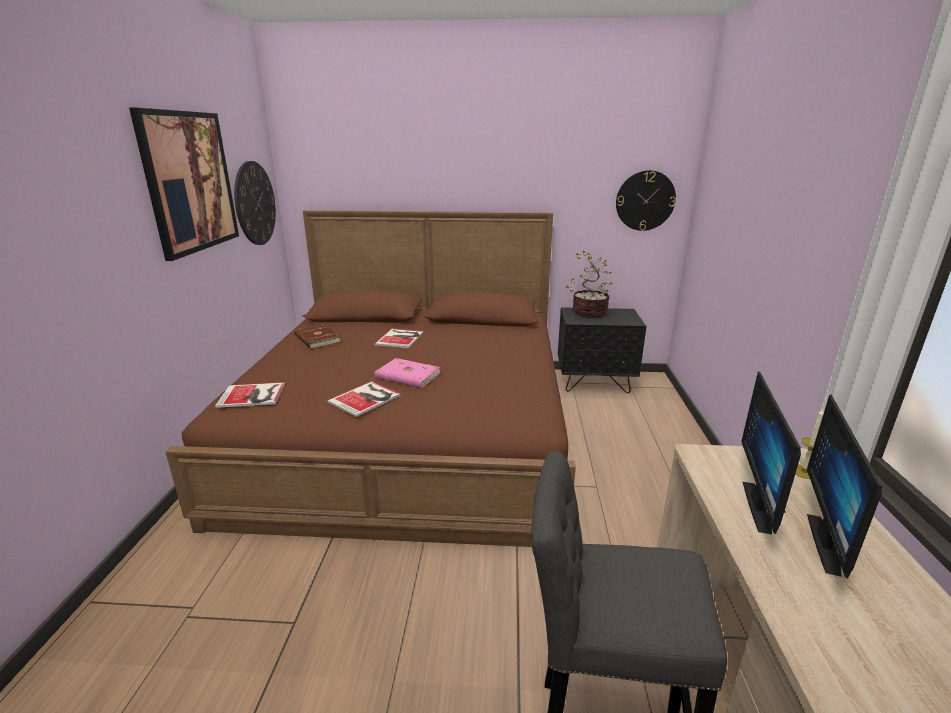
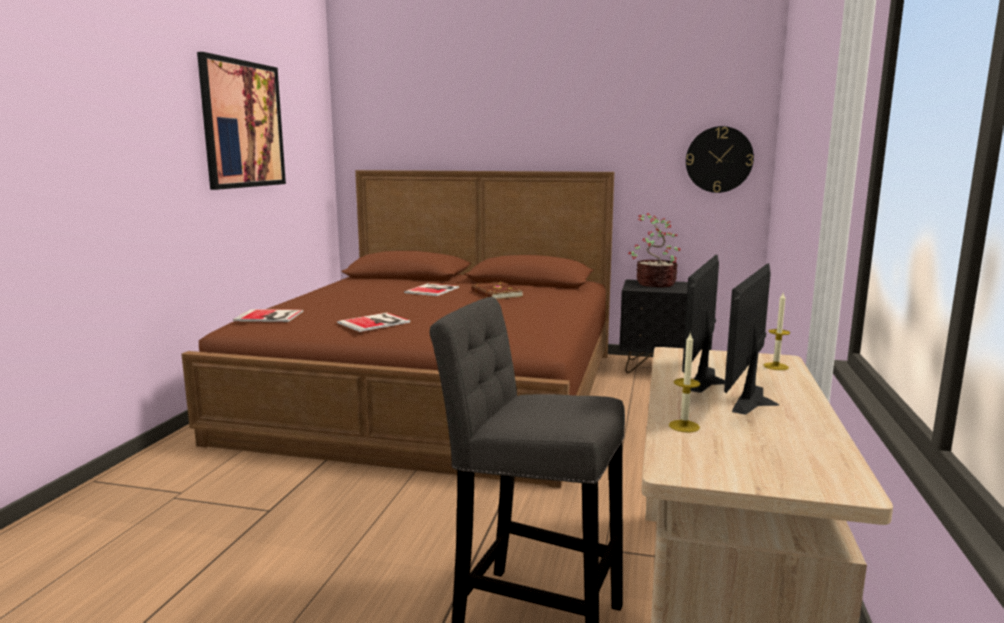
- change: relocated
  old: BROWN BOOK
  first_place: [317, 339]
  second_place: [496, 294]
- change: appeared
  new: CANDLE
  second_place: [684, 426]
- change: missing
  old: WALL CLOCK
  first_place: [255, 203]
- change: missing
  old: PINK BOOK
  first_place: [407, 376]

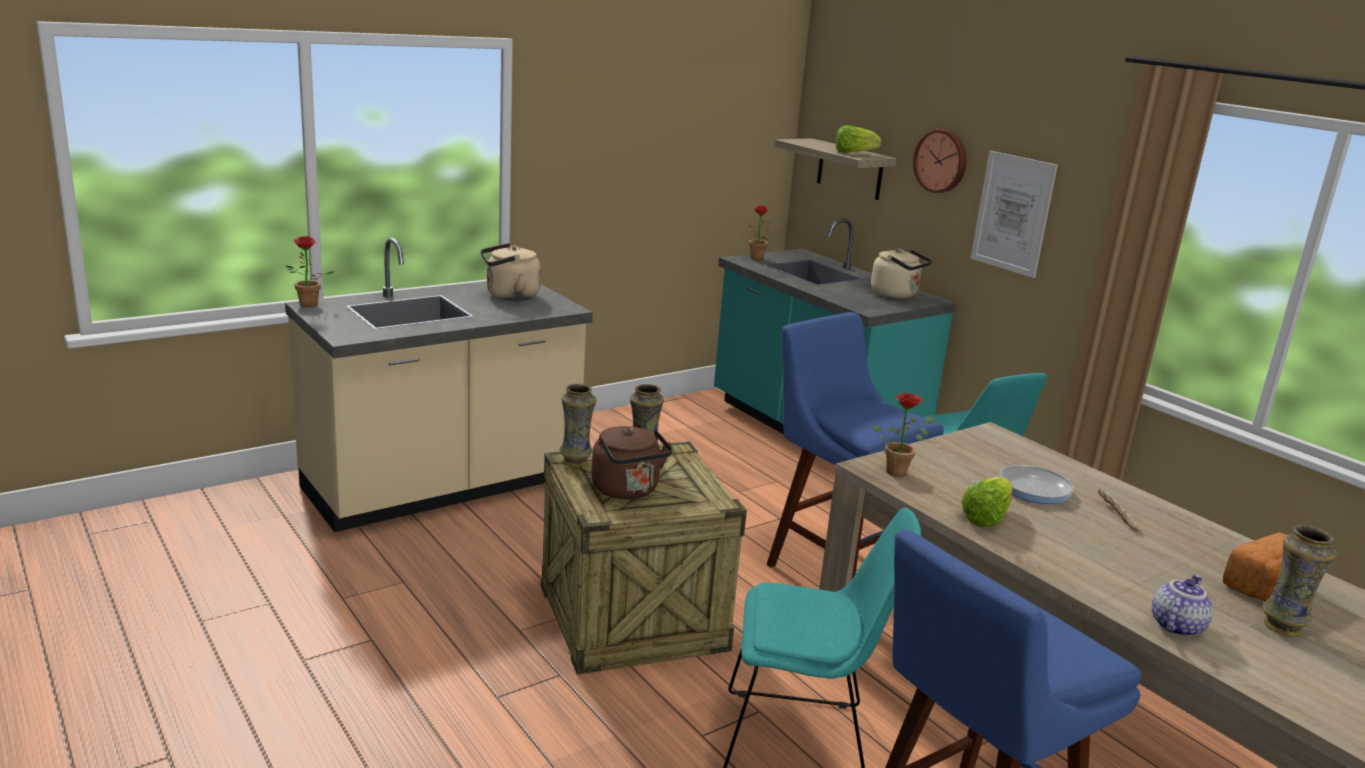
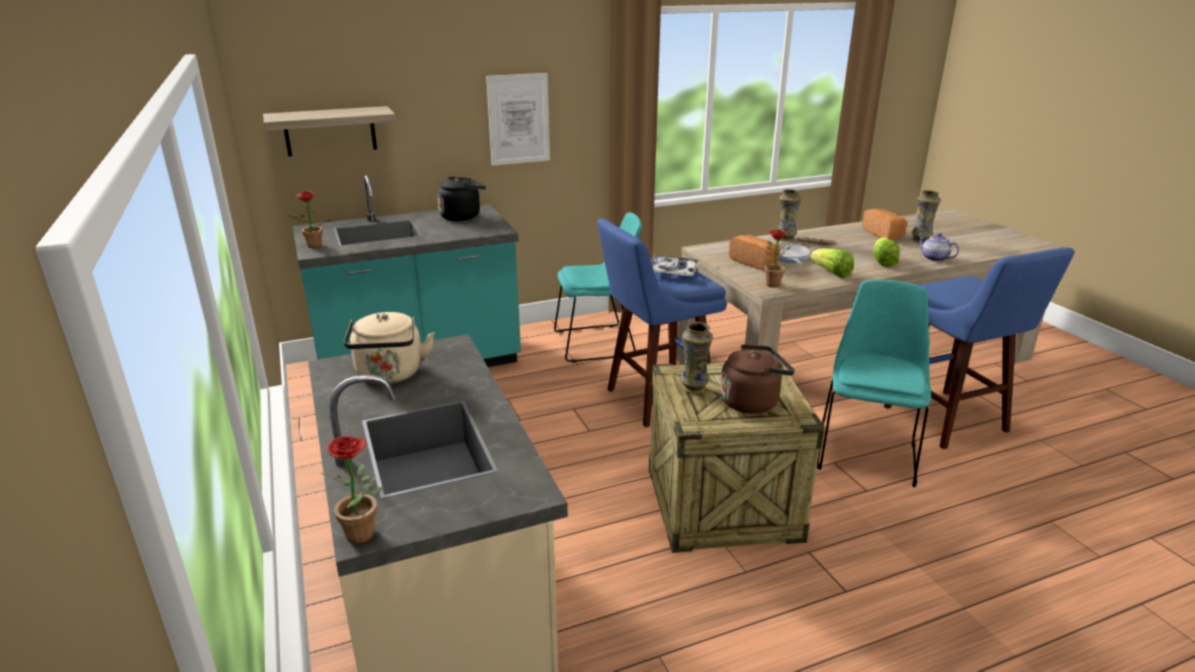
- change: colour
  old: BEIGE KETTLE
  new: BLACK KETTLE
  first_place: [897, 295]
  second_place: [462, 216]
- change: appeared
  new: TRAY
  second_place: [672, 271]
- change: appeared
  new: BREAD
  second_place: [755, 262]
- change: relocated
  old: VASE
  first_place: [576, 461]
  second_place: [785, 239]
- change: relocated
  old: LETTUCE
  first_place: [853, 153]
  second_place: [882, 262]
- change: missing
  old: WALL CLOCK
  first_place: [941, 161]

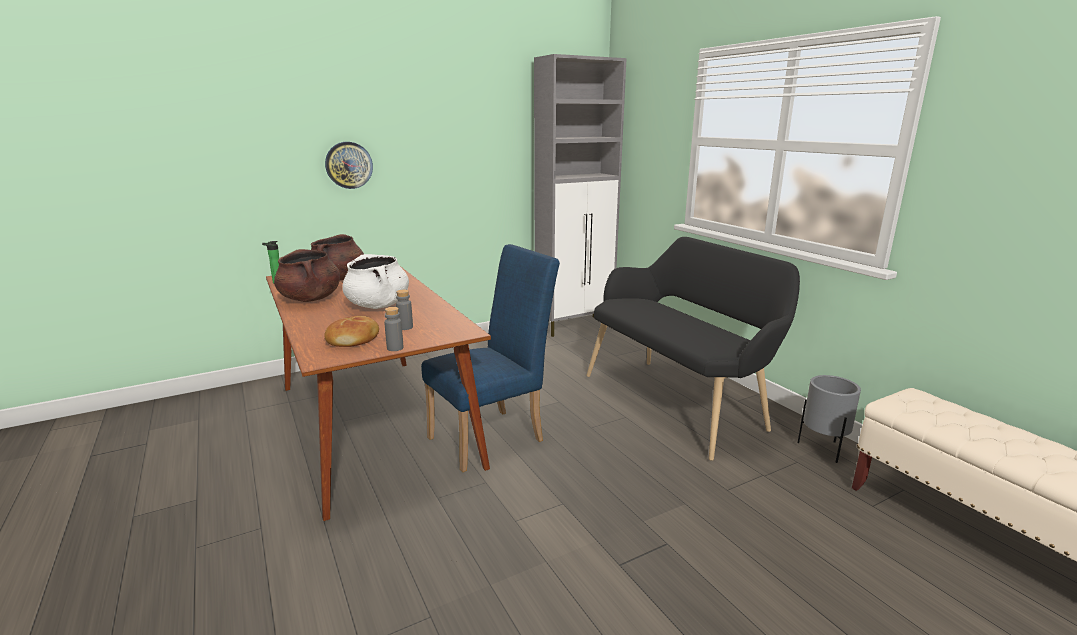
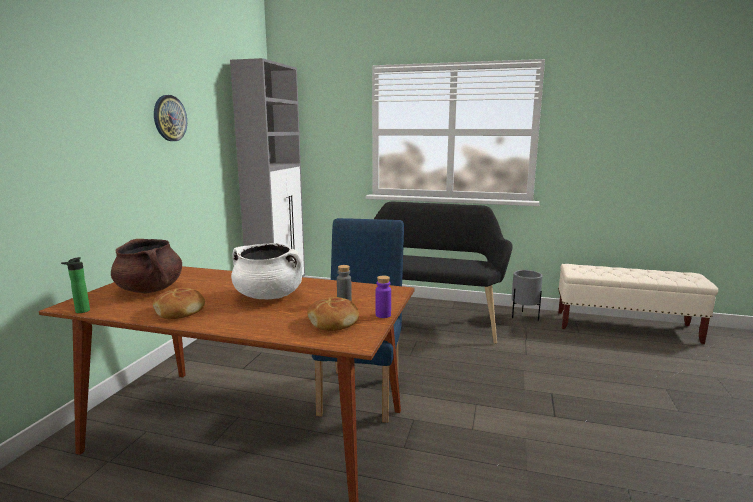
- change: exchanged
  old: BROWN COOKING POT
  new: BREAD
  first_place: [310, 299]
  second_place: [180, 311]
- change: relocated
  old: WALL CLOCK
  first_place: [349, 165]
  second_place: [169, 118]
- change: colour
  old: GREY BOTTLE
  new: PURPLE BOTTLE
  first_place: [395, 348]
  second_place: [383, 315]

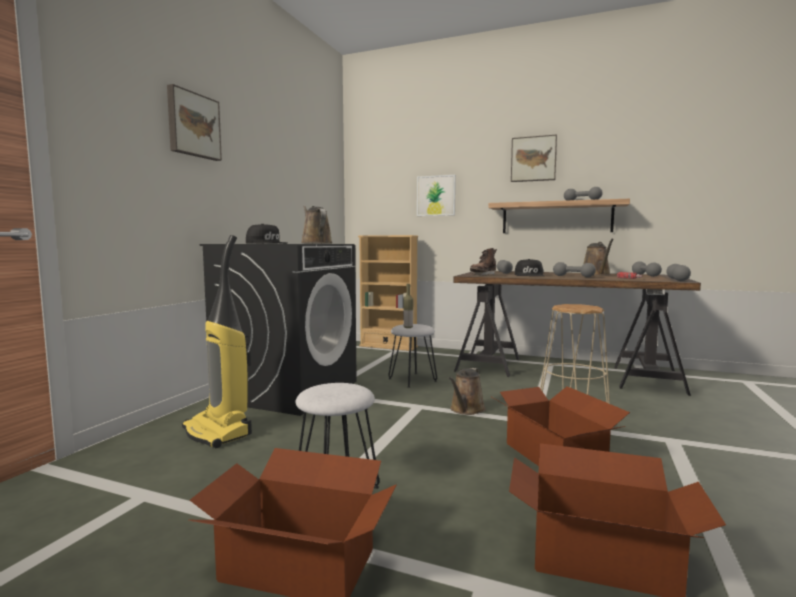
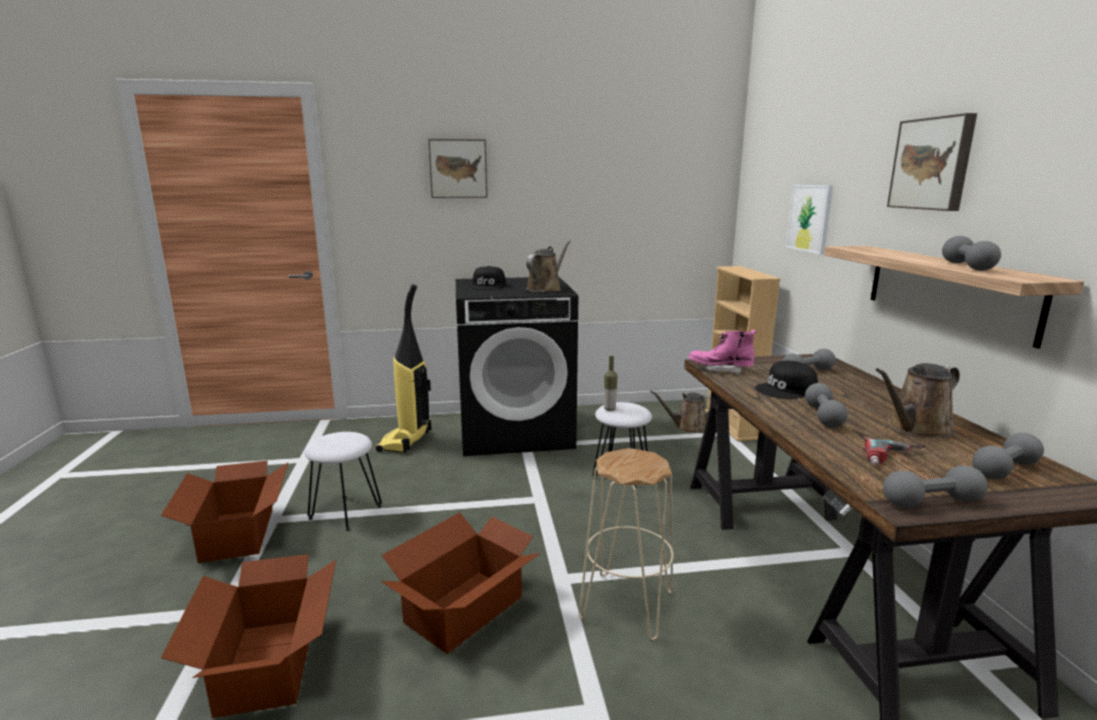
- change: relocated
  old: BROWN WATERING CAN
  first_place: [466, 410]
  second_place: [688, 427]
- change: colour
  old: BROWN BOOT
  new: PINK BOOT
  first_place: [483, 275]
  second_place: [720, 369]

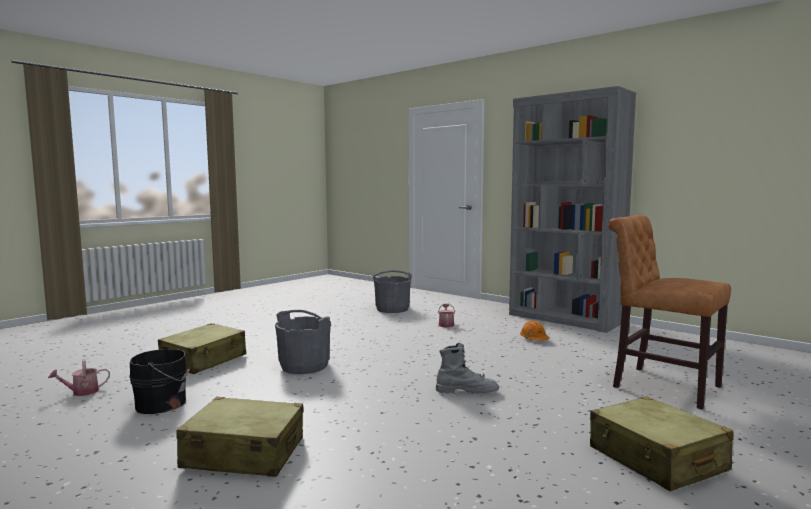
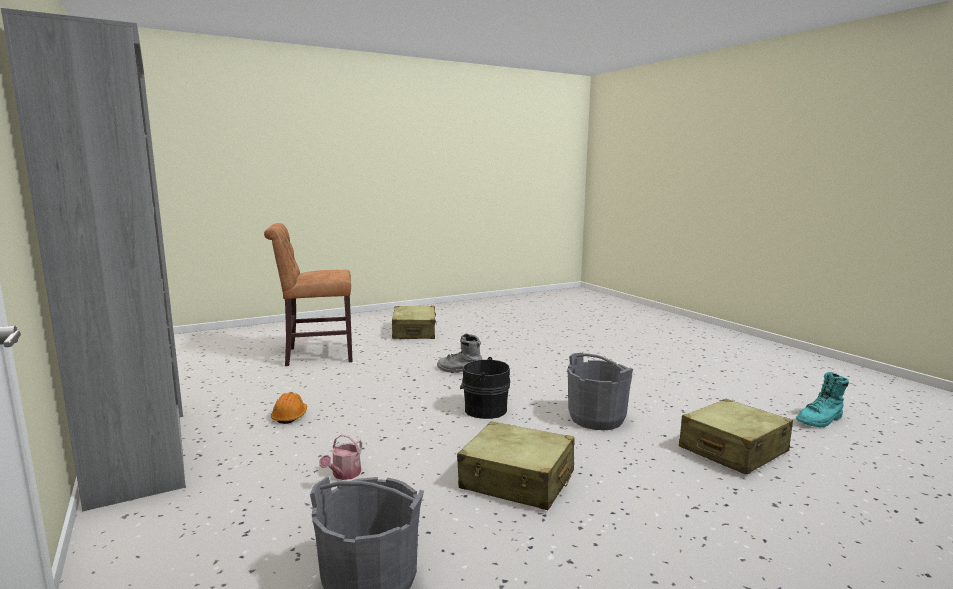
- change: spun
  old: BROWN CHAIR
  first_place: [660, 385]
  second_place: [315, 355]
  degrees: 105
- change: relocated
  old: BEIGE SUITCASE
  first_place: [244, 453]
  second_place: [517, 480]
- change: relocated
  old: BLACK BUCKET
  first_place: [163, 404]
  second_place: [483, 409]
- change: exchanged
  old: WATERING CAN
  new: TURQUOISE BOOT
  first_place: [81, 392]
  second_place: [820, 421]

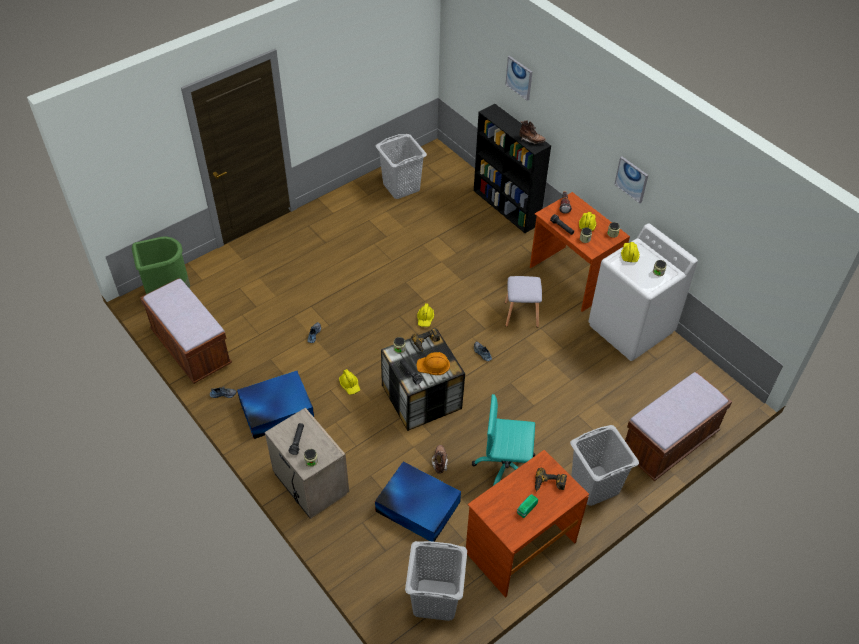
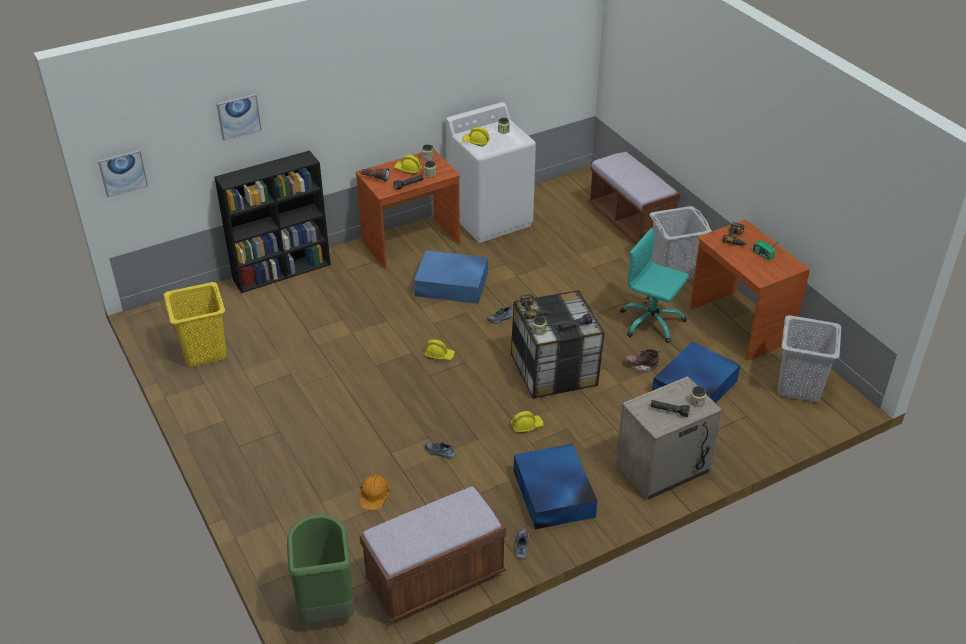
- change: relocated
  old: PICTURE
  first_place: [631, 179]
  second_place: [123, 173]
- change: colour
  old: GREY LAUNDRY BASKET
  new: YELLOW LAUNDRY BASKET
  first_place: [401, 187]
  second_place: [204, 352]
- change: relocated
  old: ORANGE HARD HAT
  first_place: [433, 365]
  second_place: [374, 494]
- change: exchanged
  old: GREY STOOL
  new: BLUE STORAGE BOX
  first_place: [520, 314]
  second_place: [452, 284]
- change: spun
  old: TURQUOISE OFFICE CHAIR
  first_place: [505, 468]
  second_place: [651, 322]
  degrees: 105
- change: missing
  old: BROWN BOOT
  first_place: [531, 140]

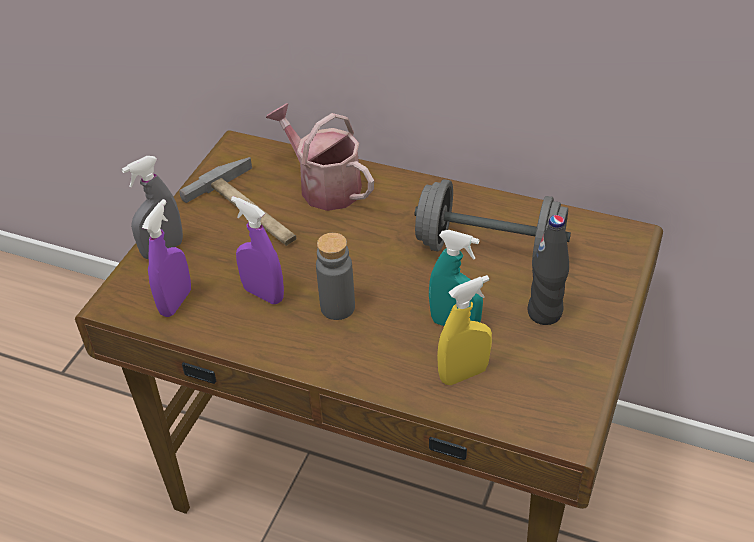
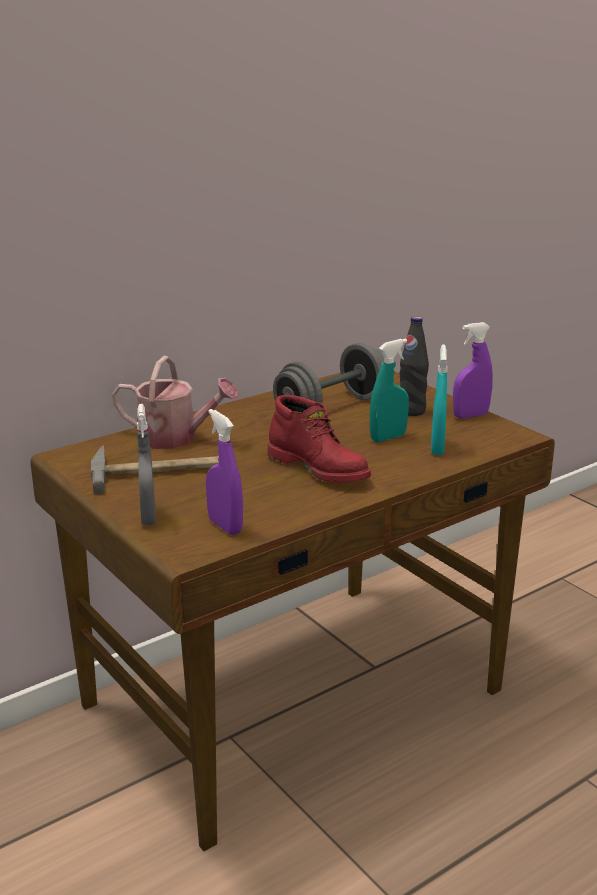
- change: spun
  old: WATERING CAN
  first_place: [324, 186]
  second_place: [175, 438]
  degrees: -150
- change: exchanged
  old: GREY BOTTLE
  new: RED BOOT
  first_place: [337, 307]
  second_place: [319, 468]
- change: colour
  old: YELLOW SPRAY BOTTLE
  new: TURQUOISE SPRAY BOTTLE
  first_place: [463, 374]
  second_place: [437, 448]
- change: relocated
  old: PURPLE SPRAY BOTTLE
  first_place: [263, 294]
  second_place: [470, 416]

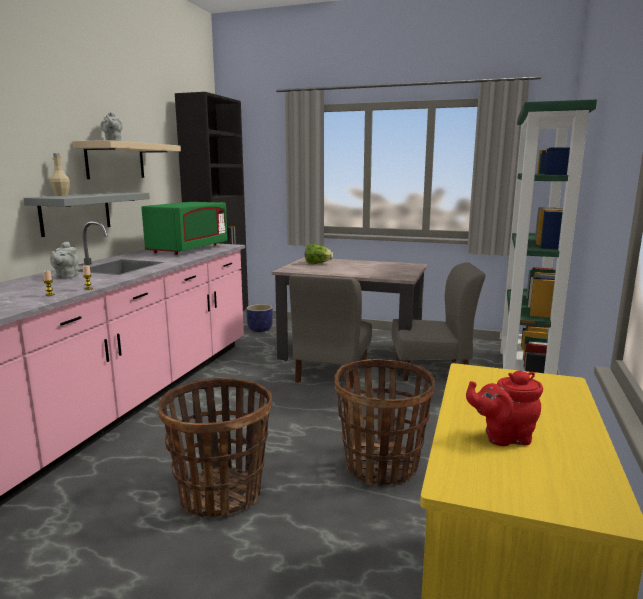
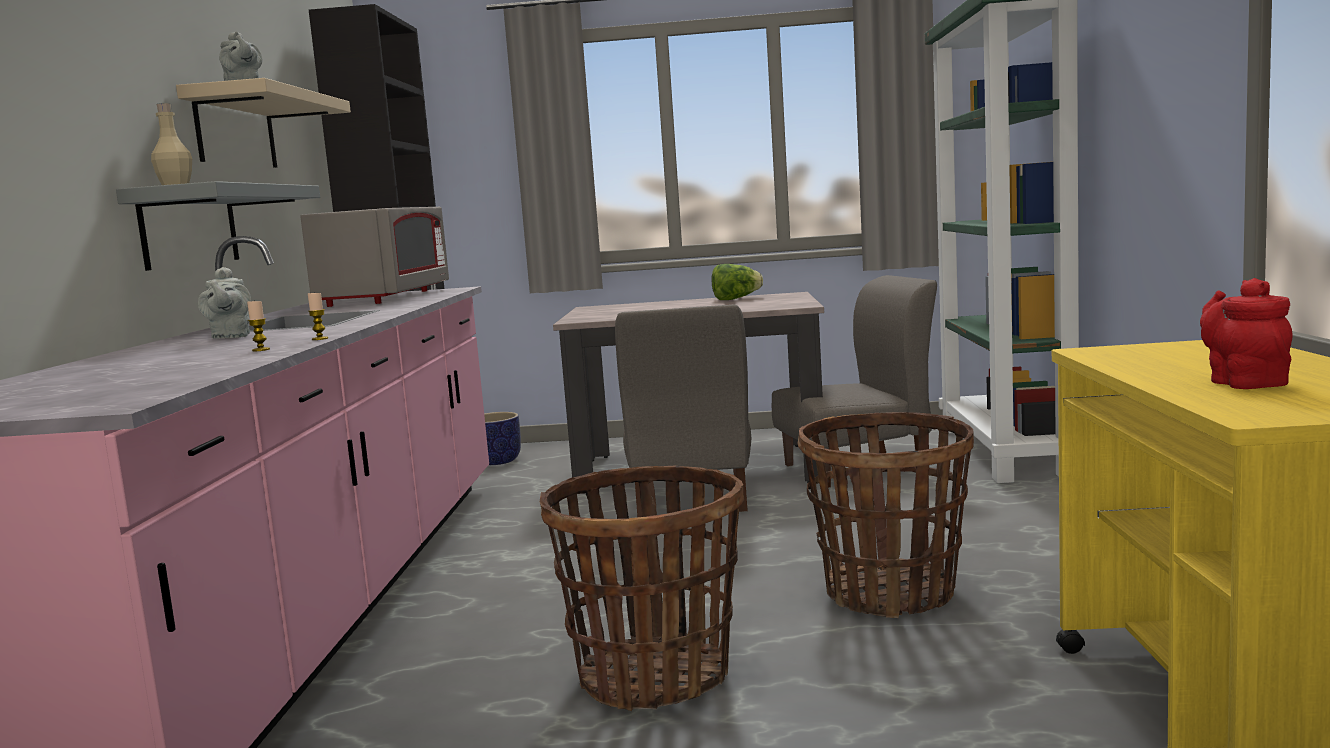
- change: colour
  old: GREEN MICROWAVE
  new: GREY MICROWAVE
  first_place: [188, 249]
  second_place: [386, 298]
- change: relocated
  old: LETTUCE
  first_place: [317, 264]
  second_place: [736, 299]
- change: spun
  old: RED TEAPOT
  first_place: [503, 437]
  second_place: [1243, 382]
  degrees: 105

